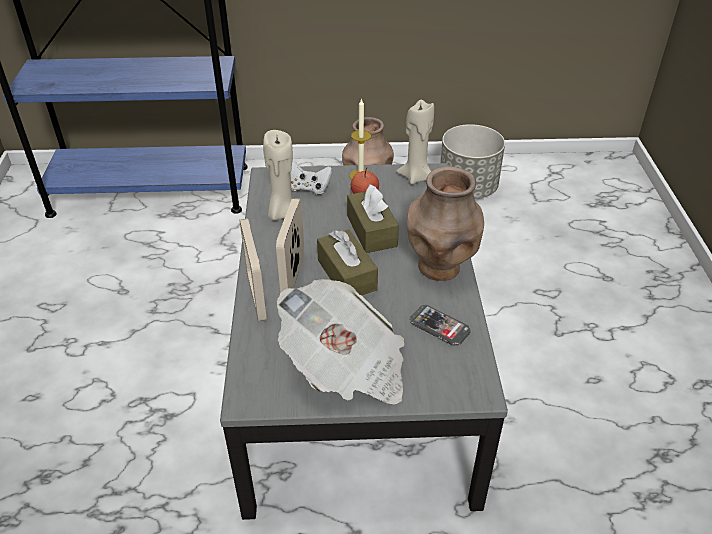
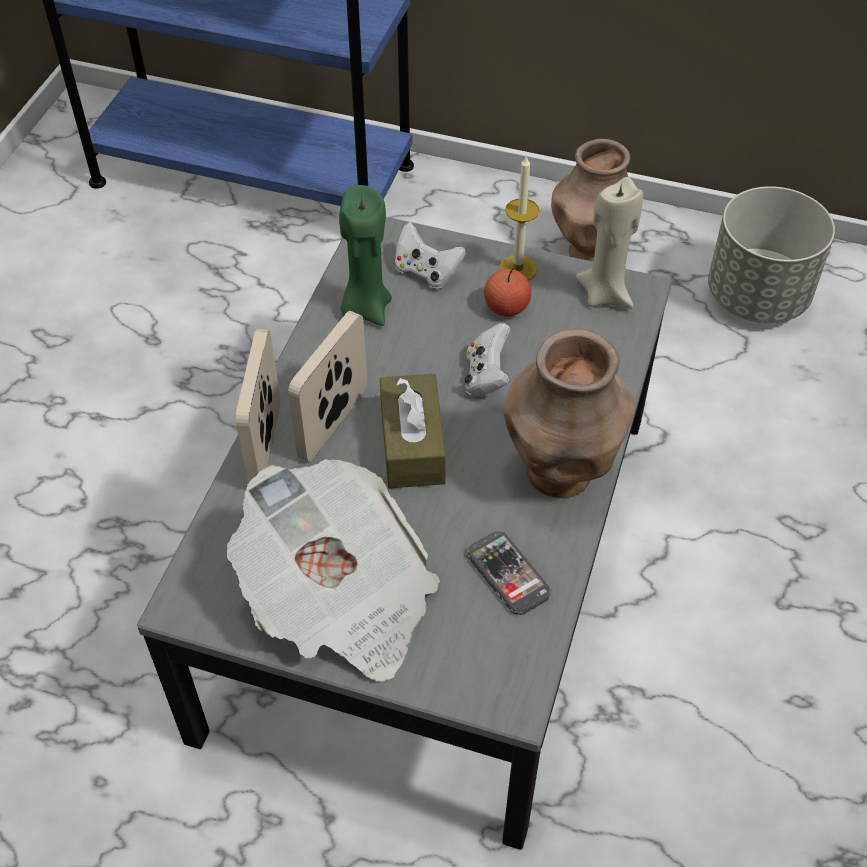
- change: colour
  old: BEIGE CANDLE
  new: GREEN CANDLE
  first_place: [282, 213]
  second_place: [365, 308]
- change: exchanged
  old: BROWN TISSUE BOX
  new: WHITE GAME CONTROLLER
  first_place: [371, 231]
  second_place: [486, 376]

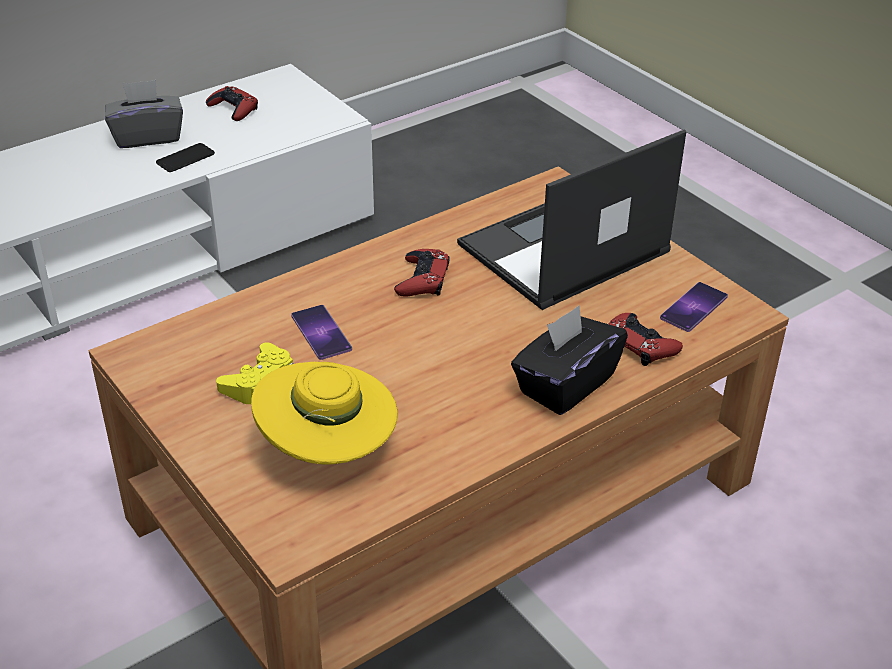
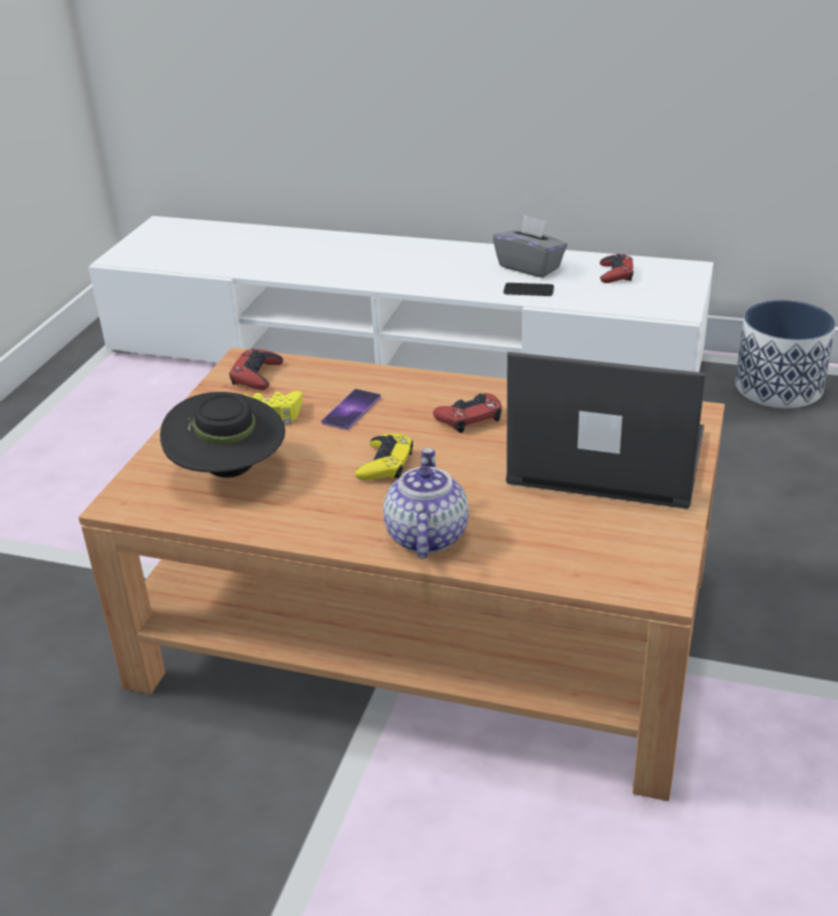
- change: colour
  old: YELLOW HAT
  new: BLACK HAT
  first_place: [328, 450]
  second_place: [229, 472]
- change: relocated
  old: RED GAME CONTROLLER
  first_place: [640, 344]
  second_place: [256, 376]
- change: appeared
  new: YELLOW GAME CONTROLLER
  second_place: [385, 464]
- change: exchanged
  old: BLACK TISSUE BOX
  new: TEAPOT
  first_place: [565, 384]
  second_place: [425, 536]
- change: appeared
  new: PLANTER
  second_place: [778, 388]
- change: missing
  old: PHONE
  first_place: [693, 307]

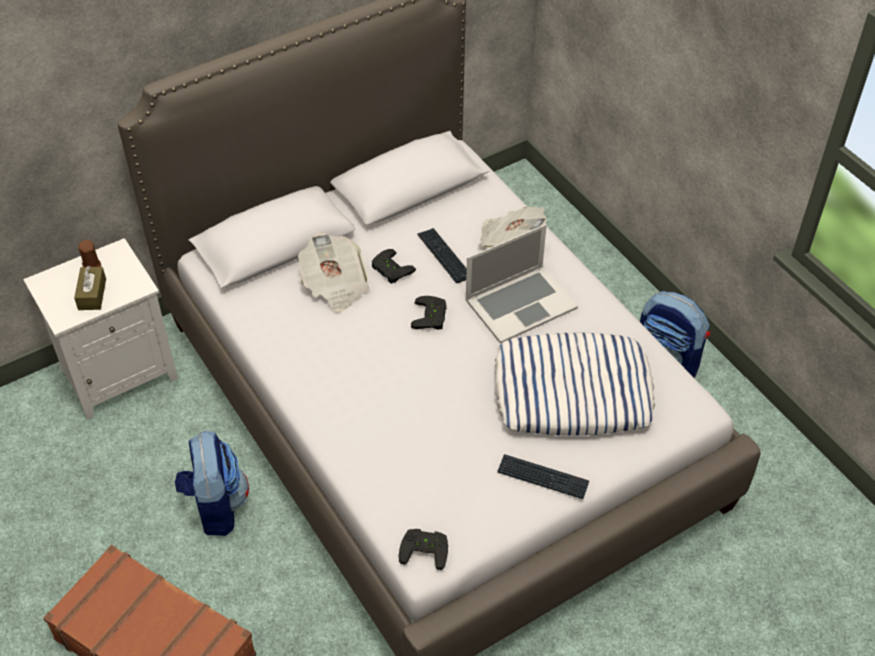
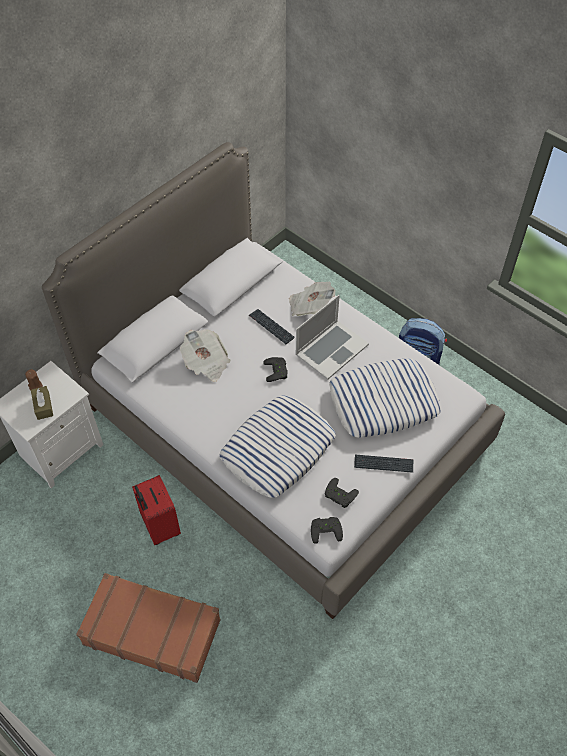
- change: exchanged
  old: BACKPACK
  new: RED SUITCASE
  first_place: [215, 506]
  second_place: [159, 527]
- change: appeared
  new: PILLOW
  second_place: [278, 449]
- change: relocated
  old: BLACK GAME CONTROLLER
  first_place: [390, 270]
  second_place: [339, 495]

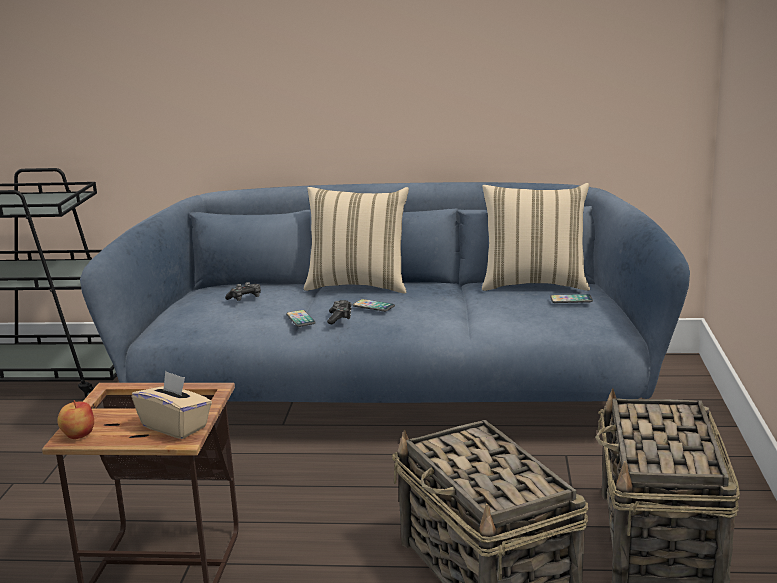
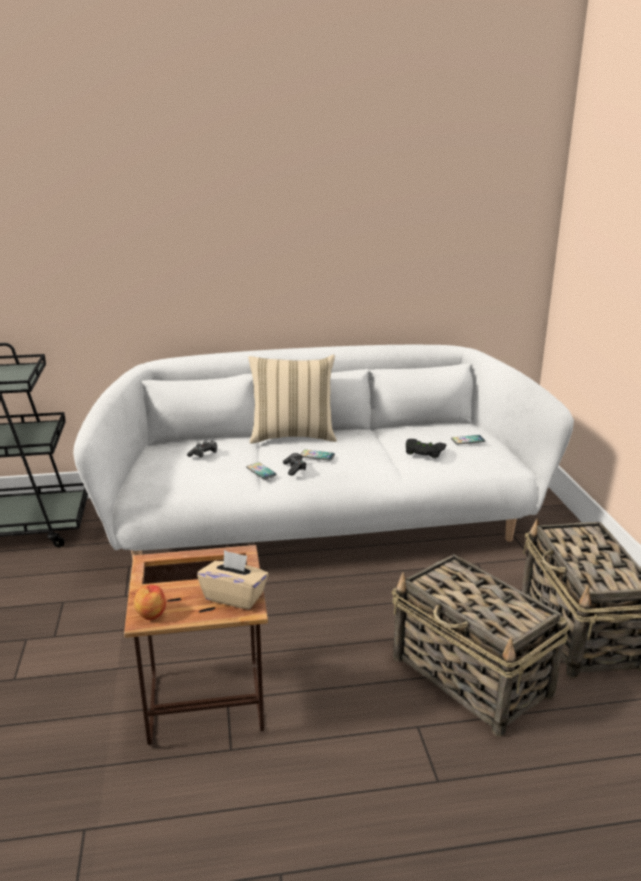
- change: colour
  old: BLUE SOFA
  new: WHITE SOFA
  first_place: [392, 399]
  second_place: [320, 525]
- change: appeared
  new: BLACK GAME CONTROLLER
  second_place: [423, 452]
- change: missing
  old: BEIGE PILLOW
  first_place: [534, 284]

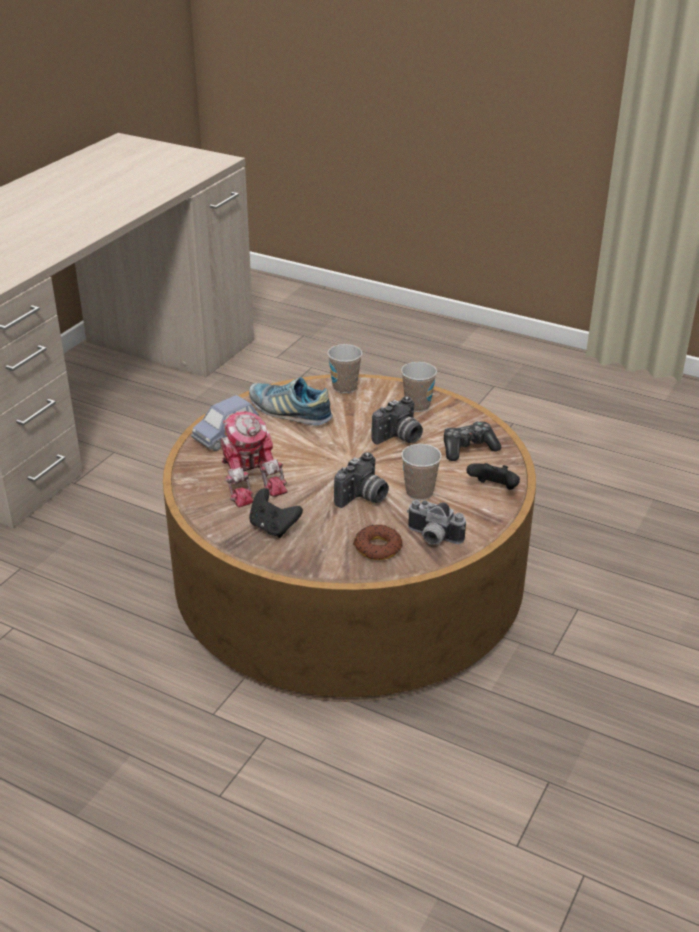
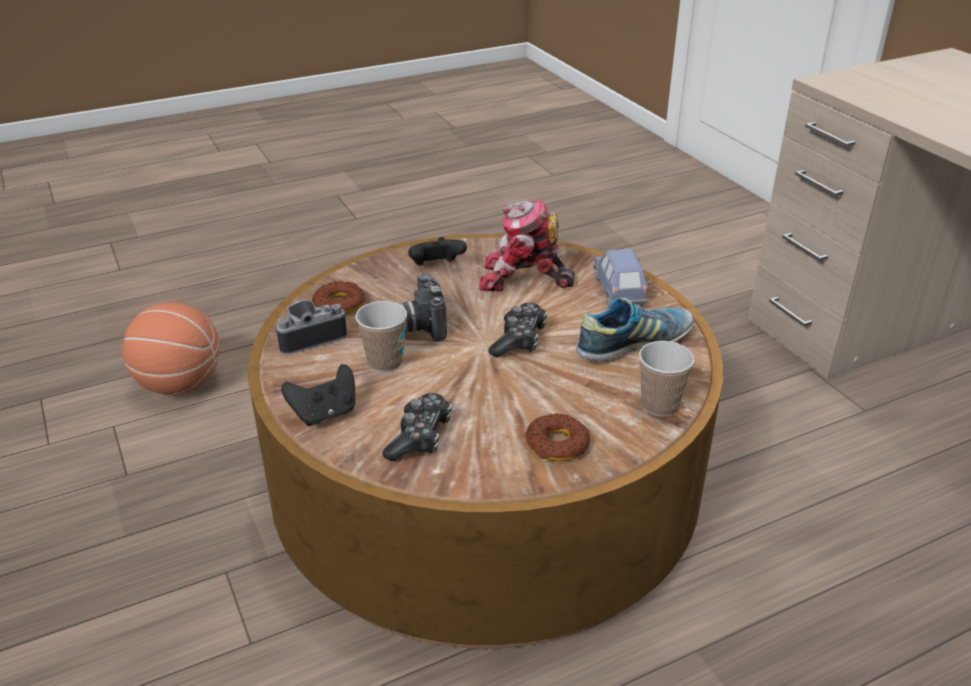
- change: appeared
  new: BASKETBALL
  second_place: [180, 384]
- change: appeared
  new: GAME CONTROLLER
  second_place: [519, 340]
- change: exchanged
  old: CUP
  new: DONUT
  first_place: [417, 406]
  second_place: [557, 444]
- change: missing
  old: PHOTO CAMERA
  first_place: [399, 438]

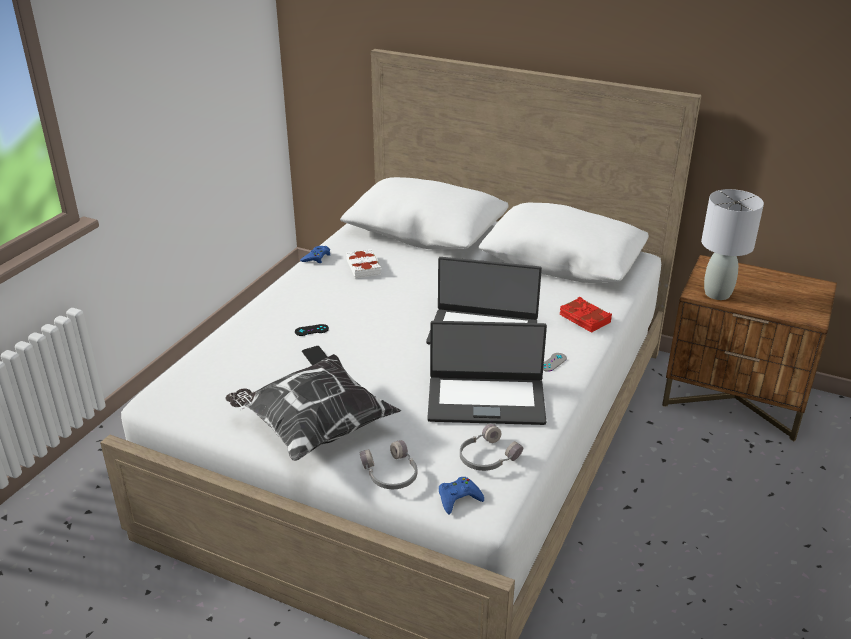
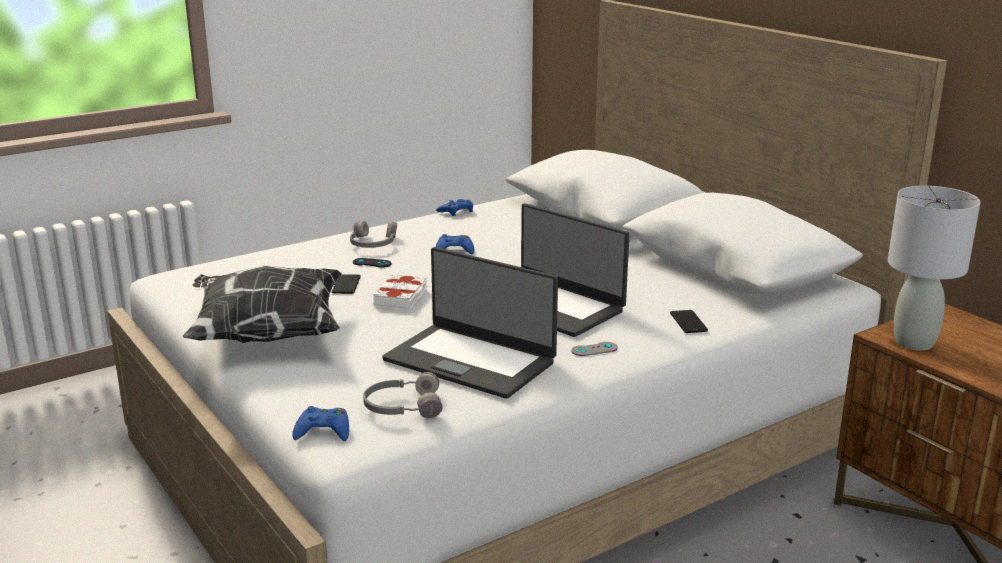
- change: relocated
  old: GREY HEADPHONES
  first_place: [390, 474]
  second_place: [372, 244]
- change: relocated
  old: WHITE BOOK
  first_place: [364, 267]
  second_place: [402, 297]
- change: appeared
  new: BLUE GAME CONTROLLER
  second_place: [454, 250]
- change: exchanged
  old: RED BOOK
  new: PHONE
  first_place: [584, 319]
  second_place: [688, 322]

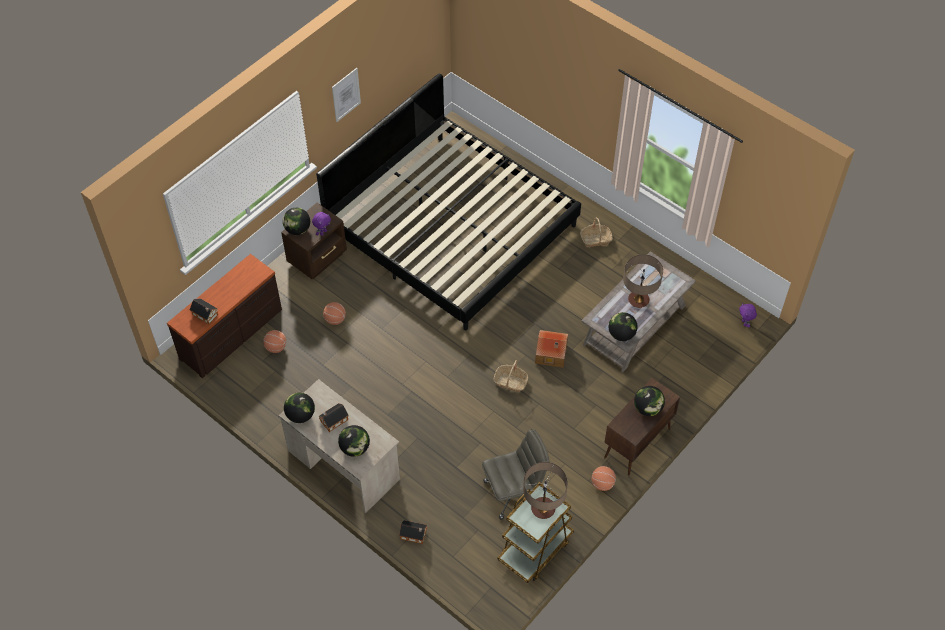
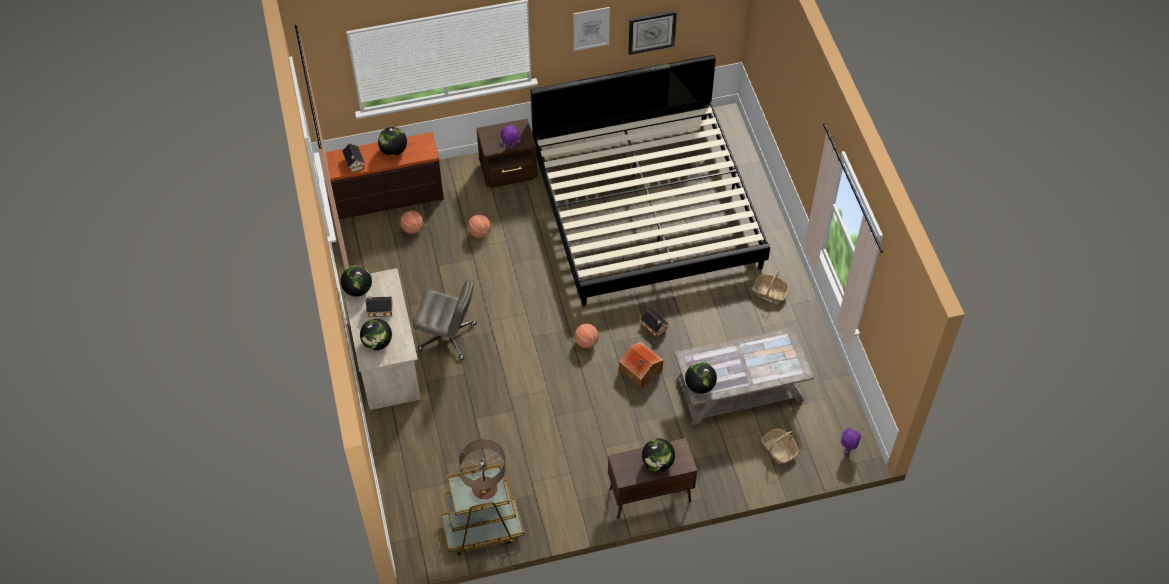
- change: relocated
  old: GLOBE
  first_place: [298, 230]
  second_place: [394, 150]
- change: relocated
  old: GREY OFFICE CHAIR
  first_place: [514, 492]
  second_place: [448, 337]
- change: relocated
  old: BASKETBALL
  first_place: [602, 484]
  second_place: [586, 342]
- change: appeared
  new: WALL CLOCK
  second_place: [651, 31]
- change: relocated
  old: TOY HOUSE
  first_place: [414, 535]
  second_place: [654, 327]
- change: relocated
  old: BASKET
  first_place: [510, 382]
  second_place: [779, 449]
- change: missing
  old: TABLE LAMP
  first_place: [638, 300]

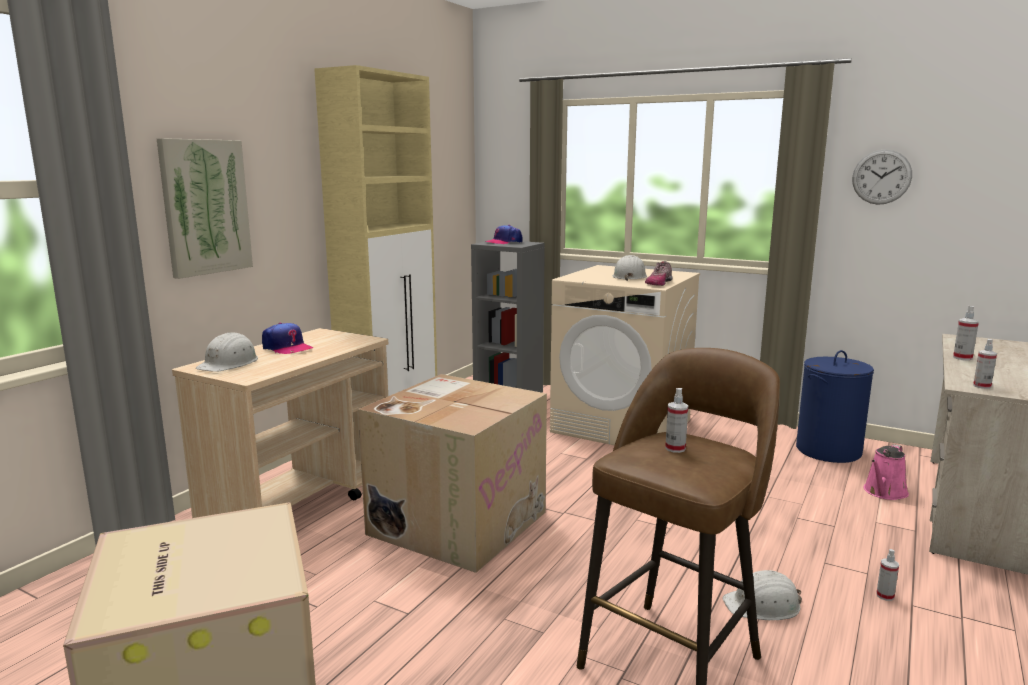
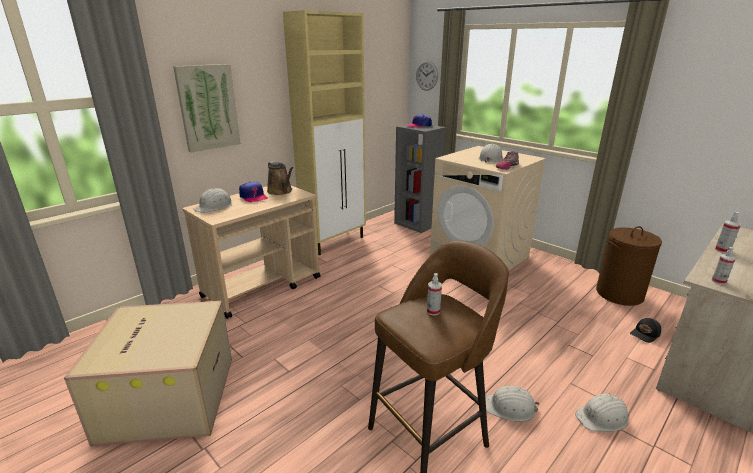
- change: appeared
  new: BROWN WATERING CAN
  second_place: [281, 191]
- change: relocated
  old: WALL CLOCK
  first_place: [881, 177]
  second_place: [427, 75]
- change: exchanged
  old: SPRAY BOTTLE
  new: WHITE HARD HAT
  first_place: [885, 596]
  second_place: [602, 417]
- change: colour
  old: BLUE LAUNDRY BASKET
  new: BROWN LAUNDRY BASKET
  first_place: [828, 451]
  second_place: [619, 294]
- change: exchanged
  old: PINK WATERING CAN
  new: BLACK CAP
  first_place: [884, 492]
  second_place: [645, 334]
- change: missing
  old: CARDBOARD BOX
  first_place: [457, 521]

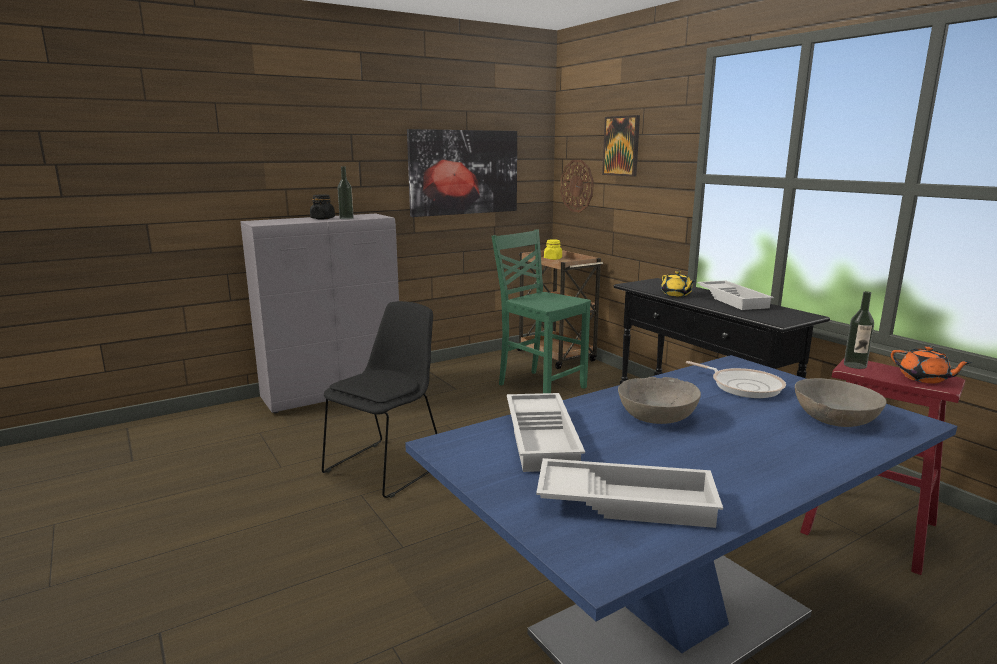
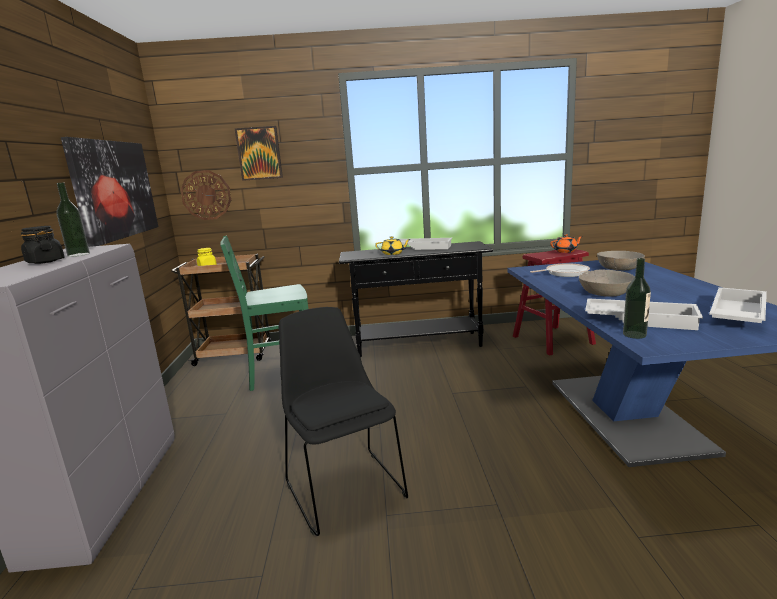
- change: relocated
  old: BOTTLE
  first_place: [855, 365]
  second_place: [634, 334]

